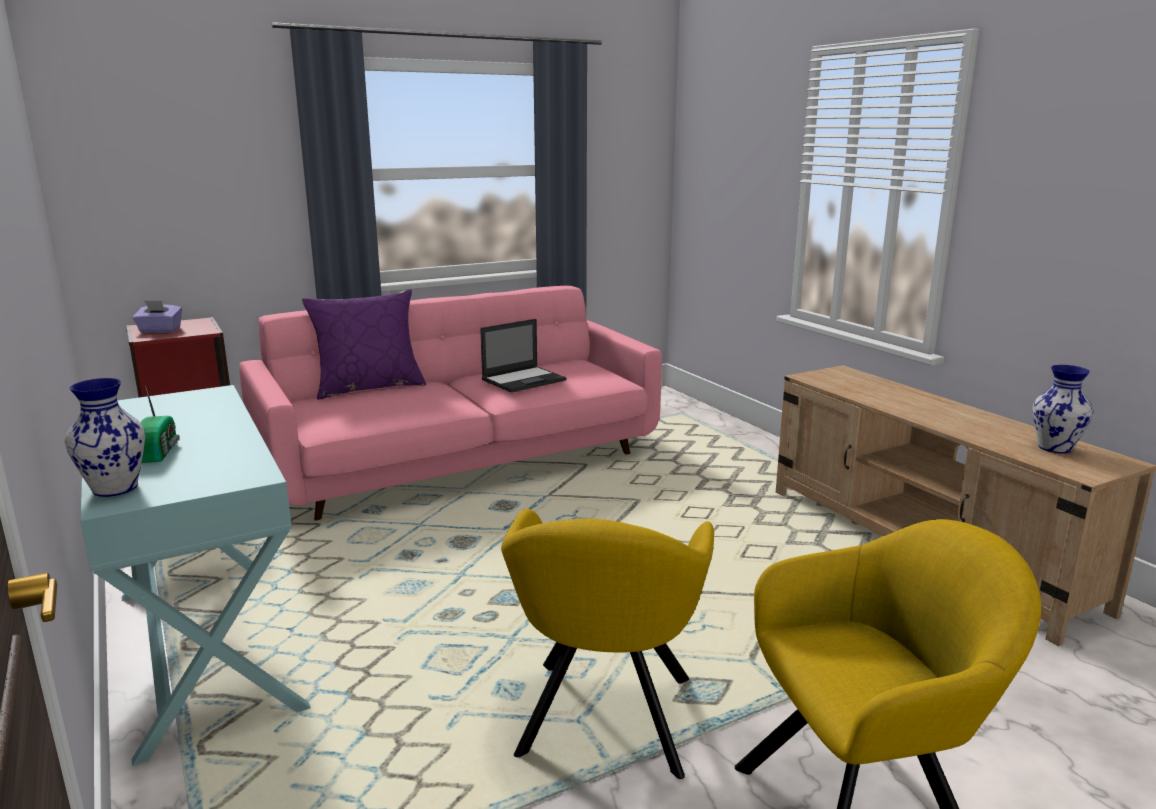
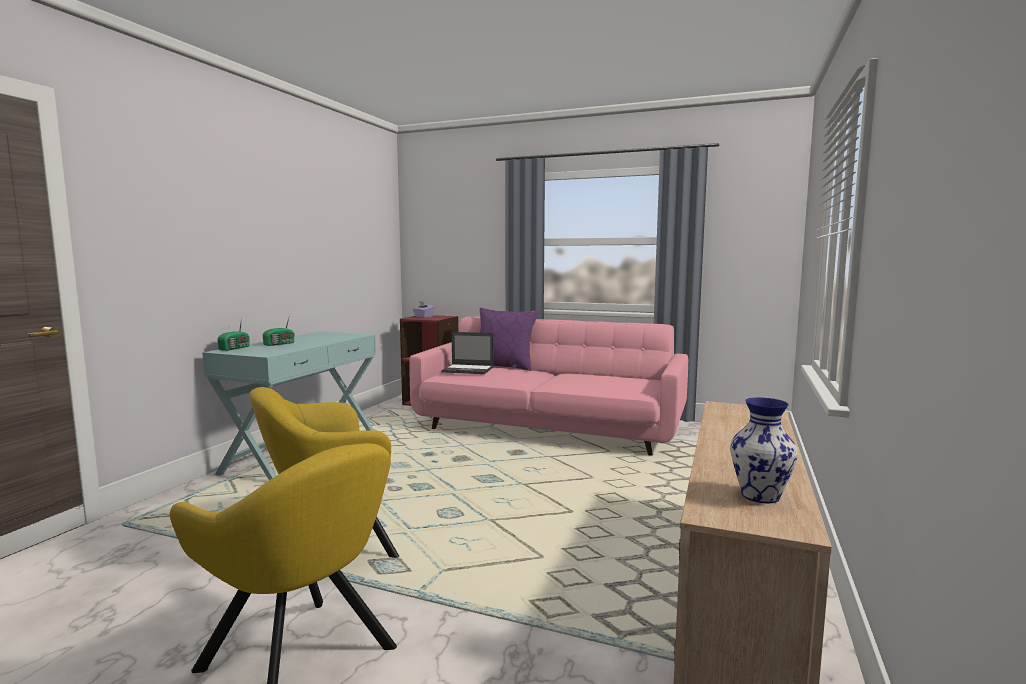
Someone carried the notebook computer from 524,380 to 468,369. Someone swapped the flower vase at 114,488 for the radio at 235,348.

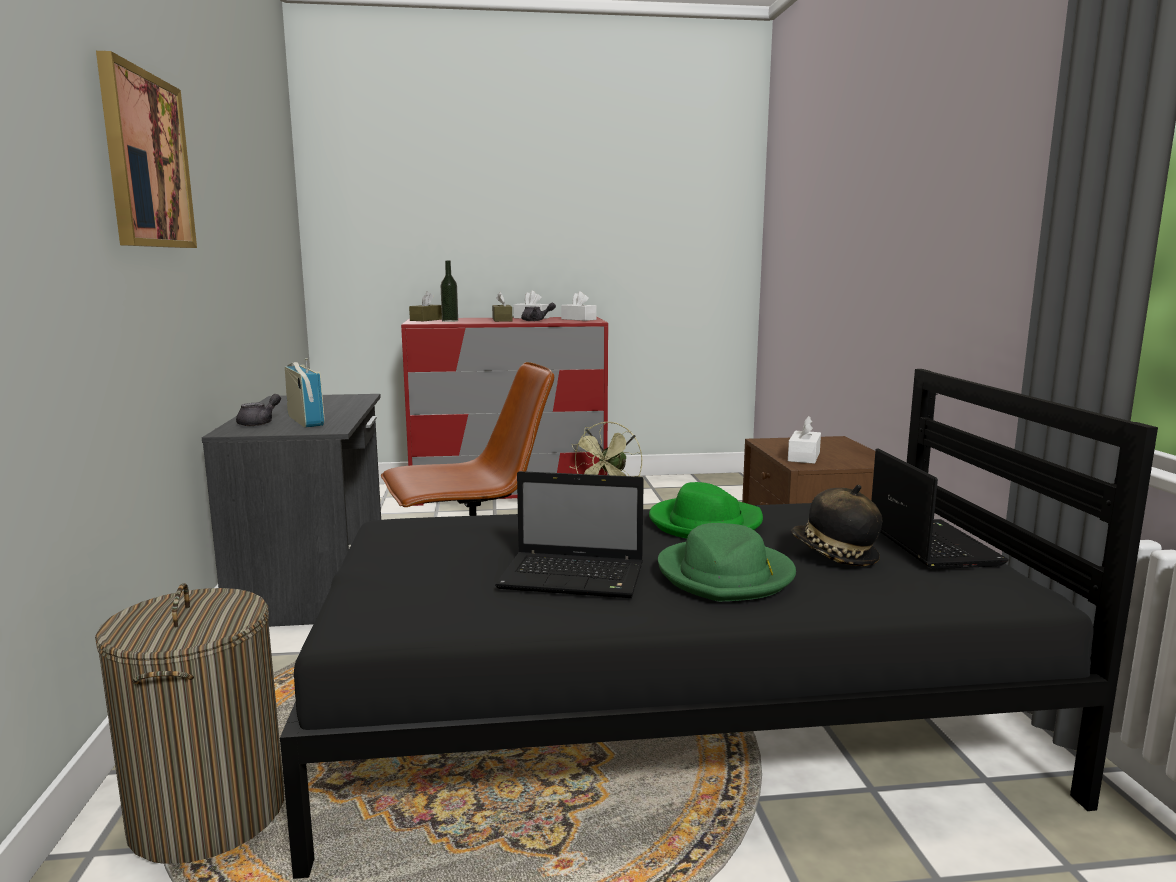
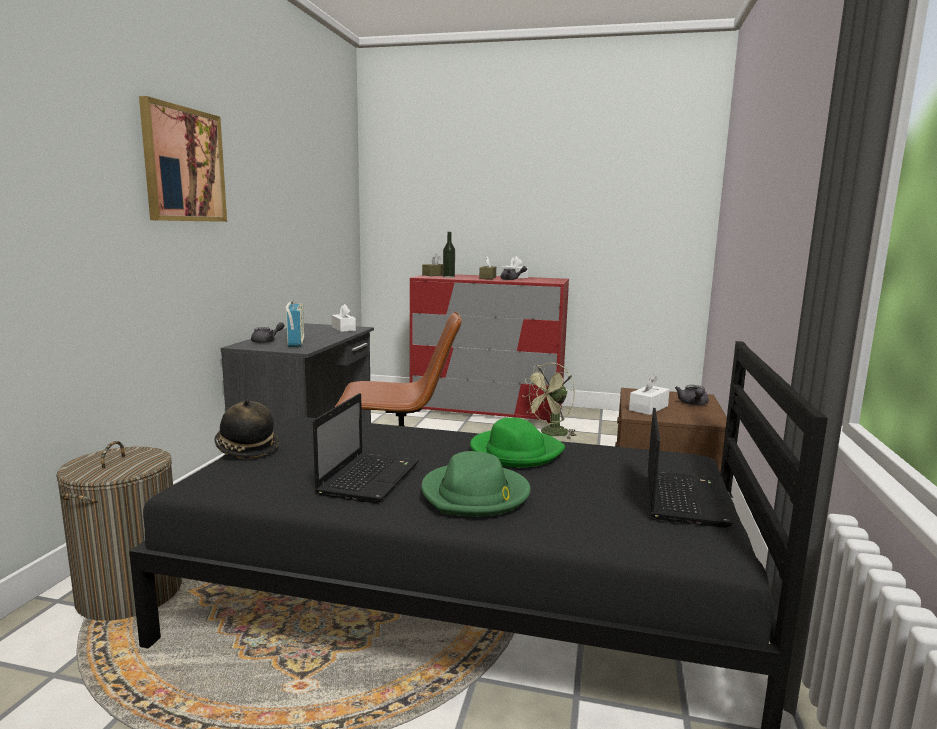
Someone put down the tea pot (gray) at 693,404. Someone carried the box of tissues (white) from 578,319 to 343,329. Someone carried the hat from 833,555 to 246,449. Someone rotated the notebook computer at 575,578 by 105 degrees counterclockwise.

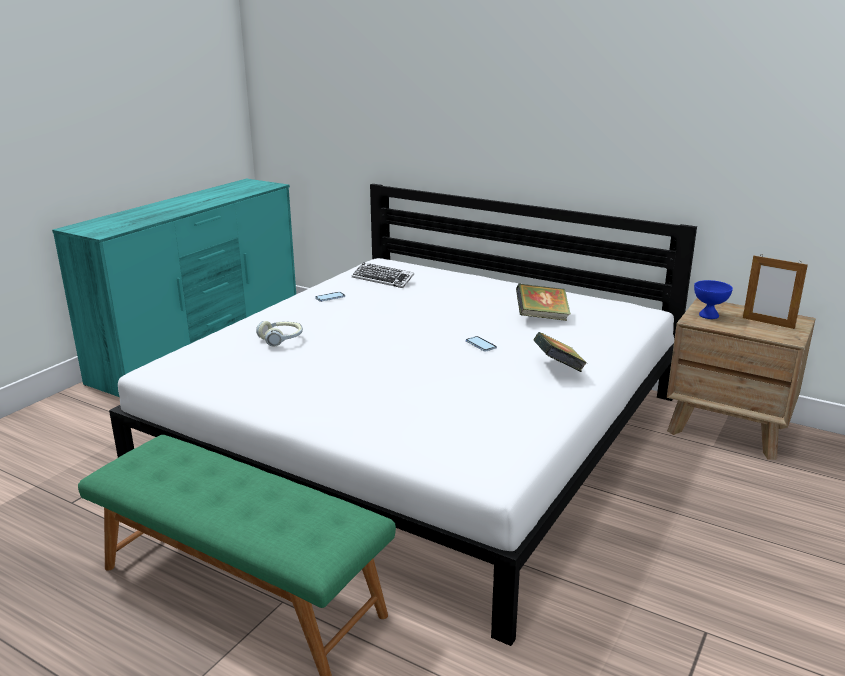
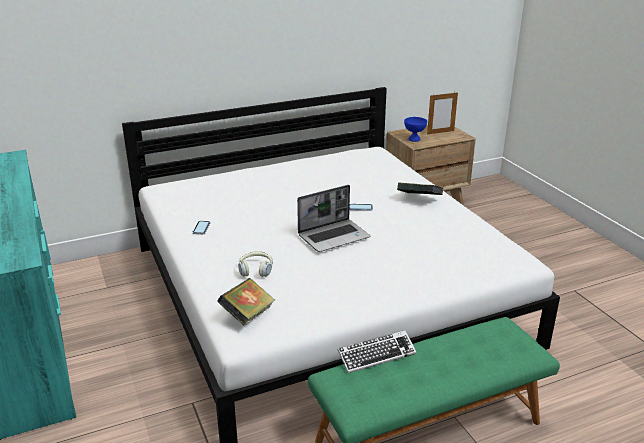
Someone put down the notebook computer at 334,236. Someone carried the computer keyboard from 383,279 to 376,355. Someone carried the book from 542,317 to 247,315.

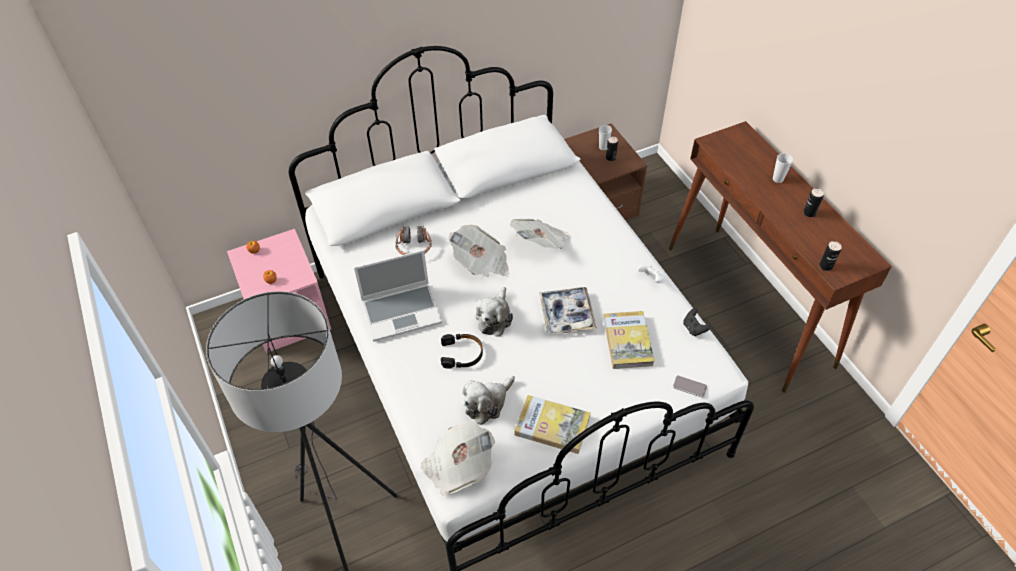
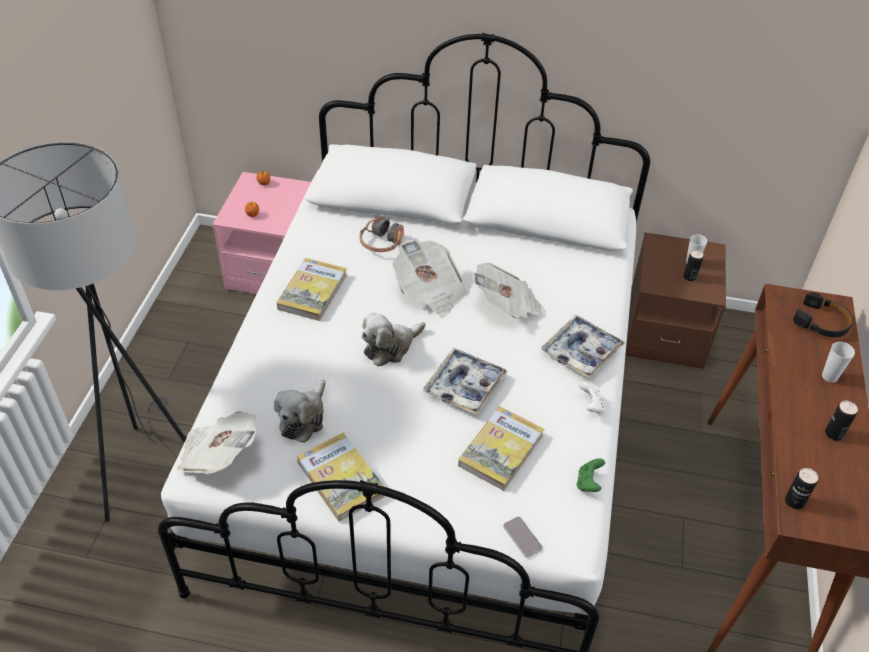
Someone put down the serving tray at 581,351. Someone carried the headset (black-coloured) from 462,354 to 822,322. Someone swapped the notebook computer at 402,311 for the book at 312,292. Someone repainted the joypad (black-coloured) at 693,328, which became the joypad (green) at 588,483. Someone rotated the soft toy at 487,403 by 60 degrees counterclockwise.

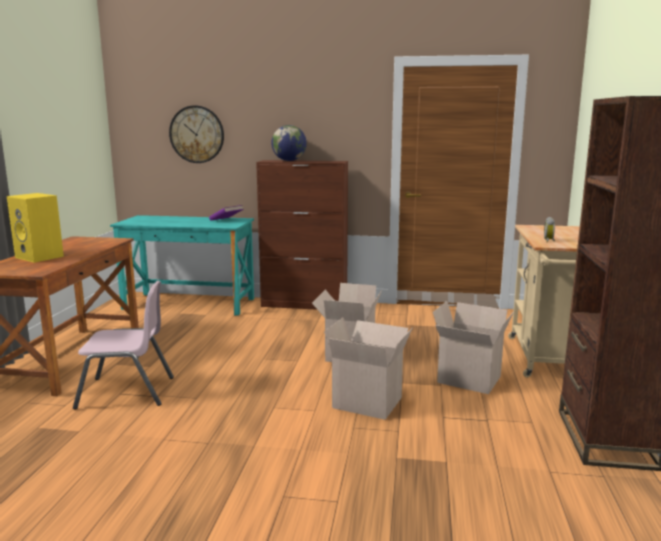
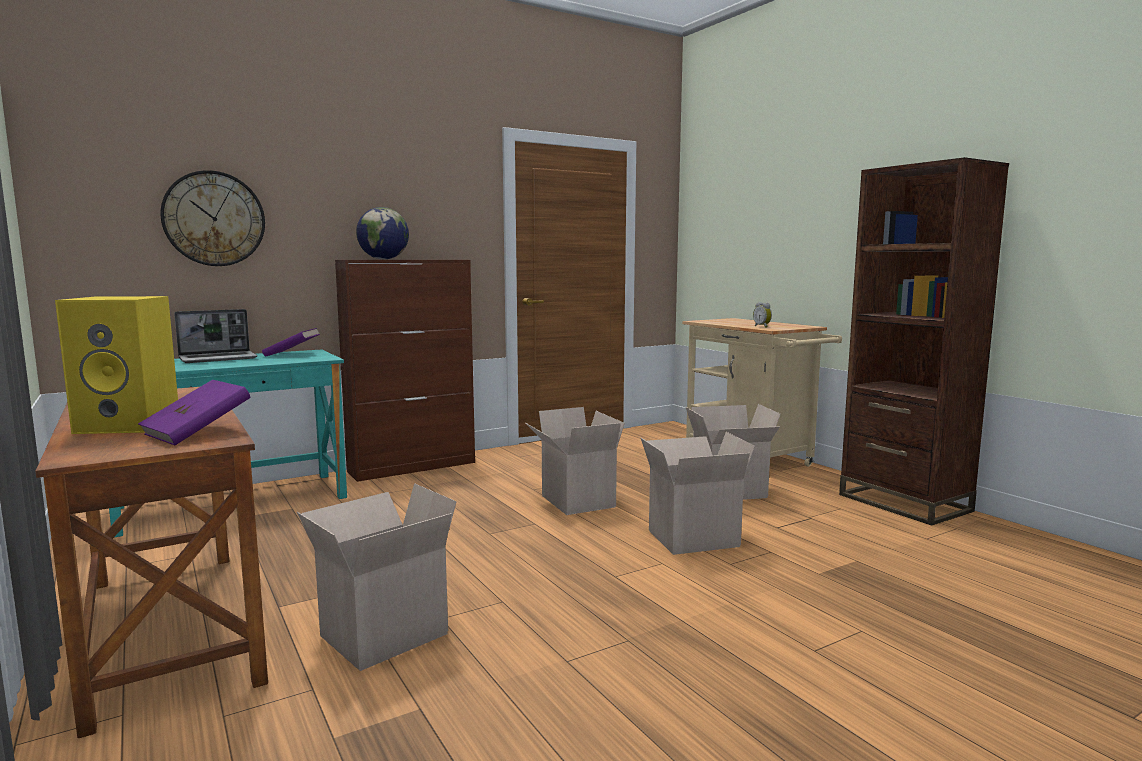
Someone put down the book (purple-coloured) at 197,433. Someone put down the notebook computer at 219,358. Someone swapped the chair (pink) at 127,392 for the packing box at 384,633.

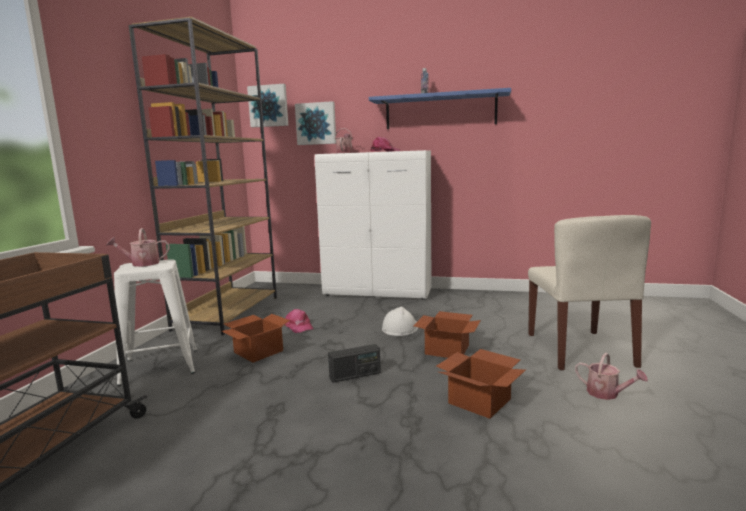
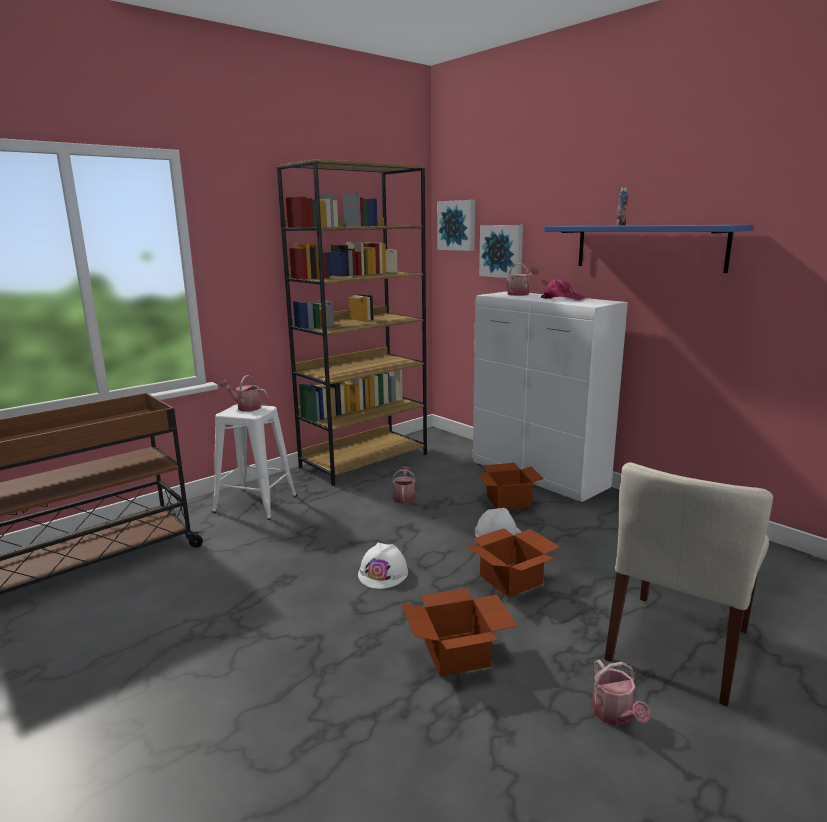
Someone carried the packing box from 258,351 to 509,500. Someone swapped the peaked cap (pink) at 298,326 for the watering can at 404,497. Someone swapped the radio at 355,375 for the work helmet (white) at 383,573.

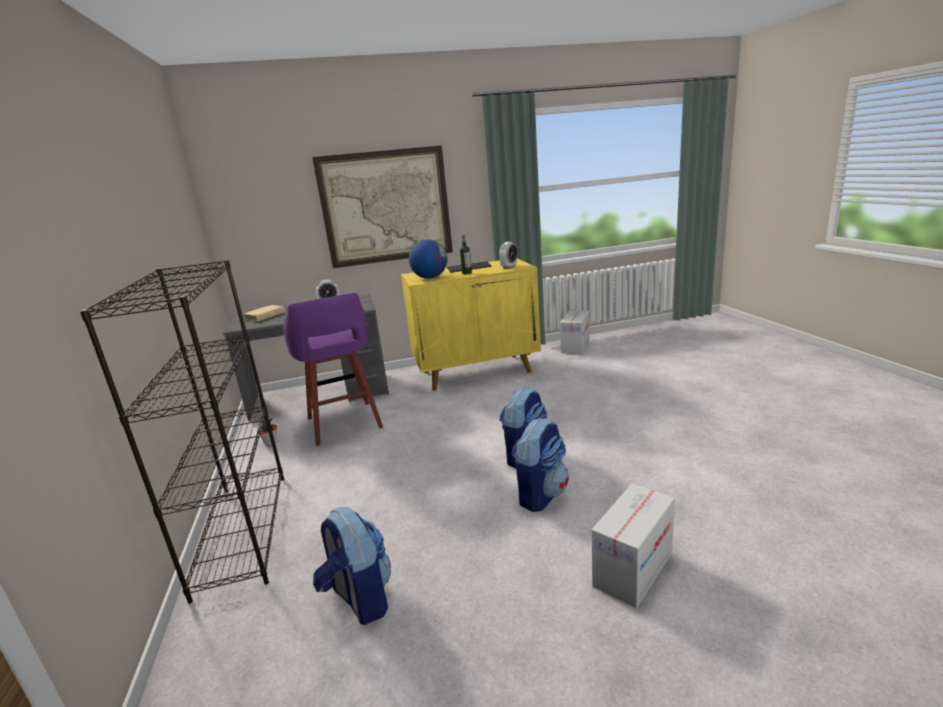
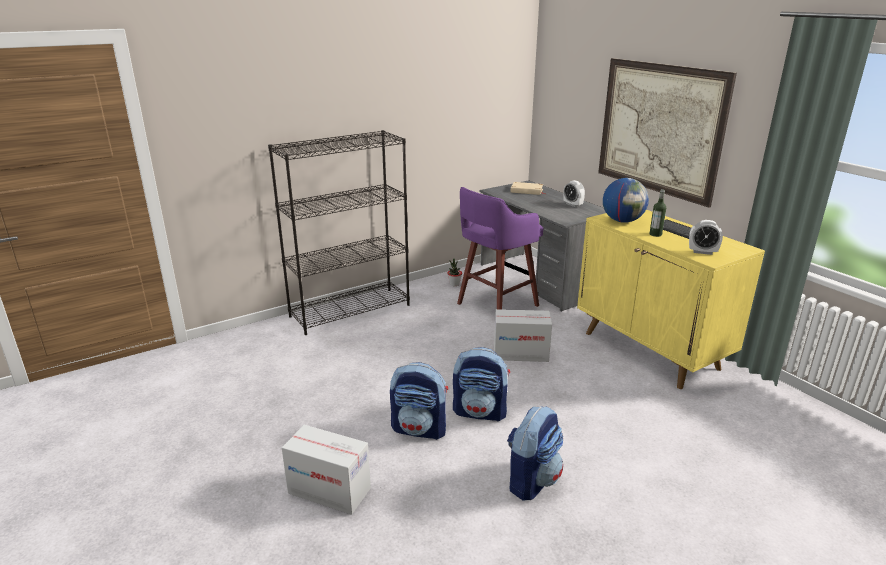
Someone carried the backpack from 359,599 to 531,480. Someone carried the packing box from 575,346 to 521,353.

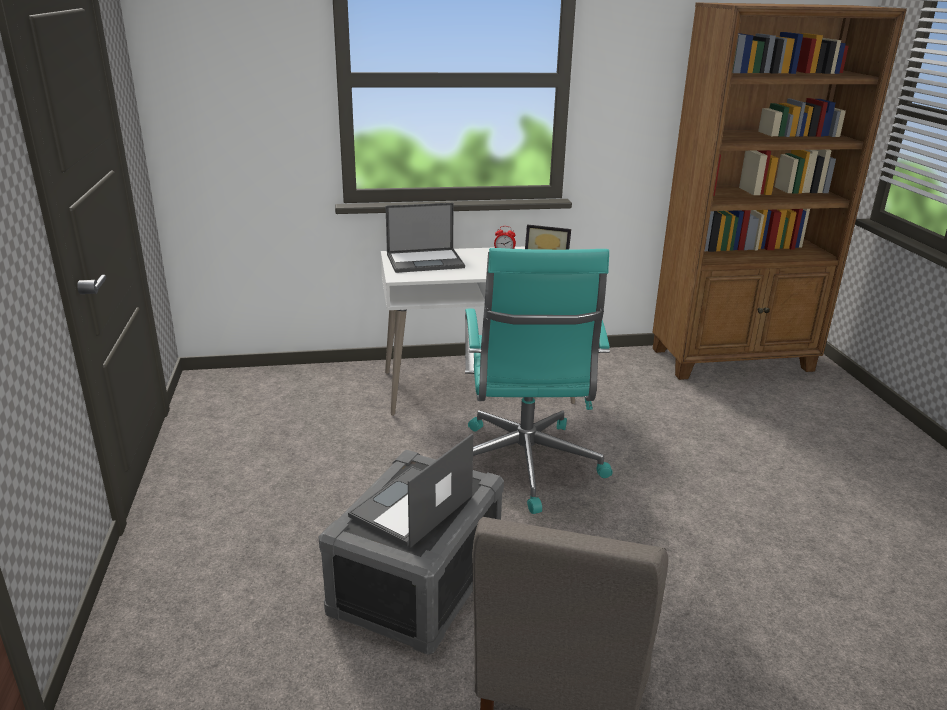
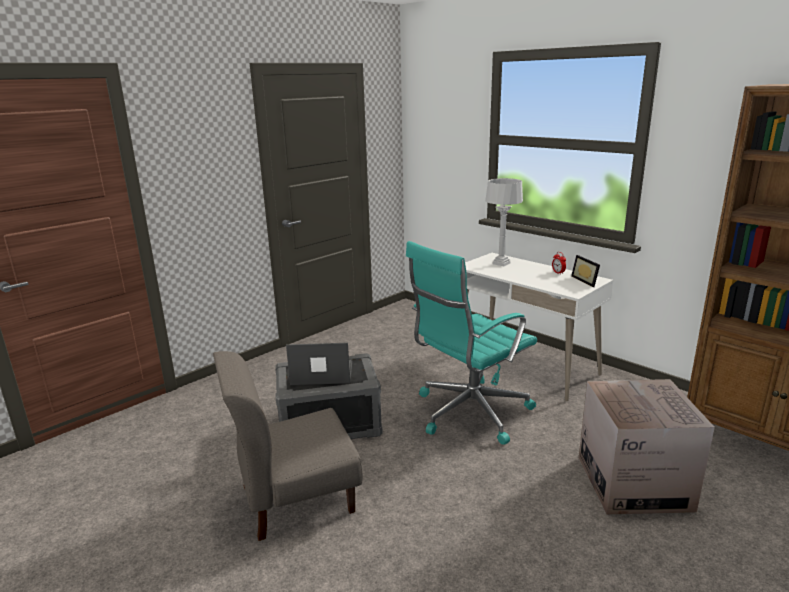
Someone put down the packing box at 633,483. Someone swapped the notebook computer at 426,261 for the table lamp (gray) at 501,263.

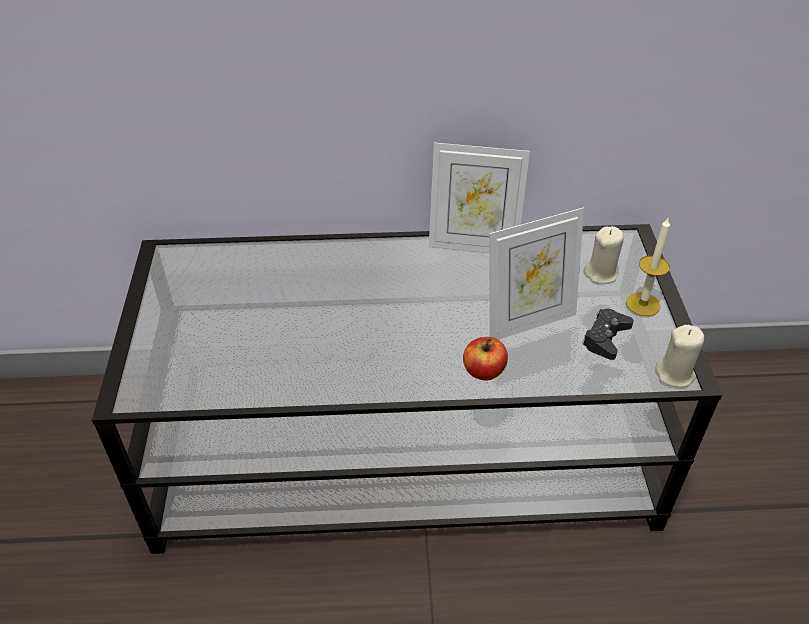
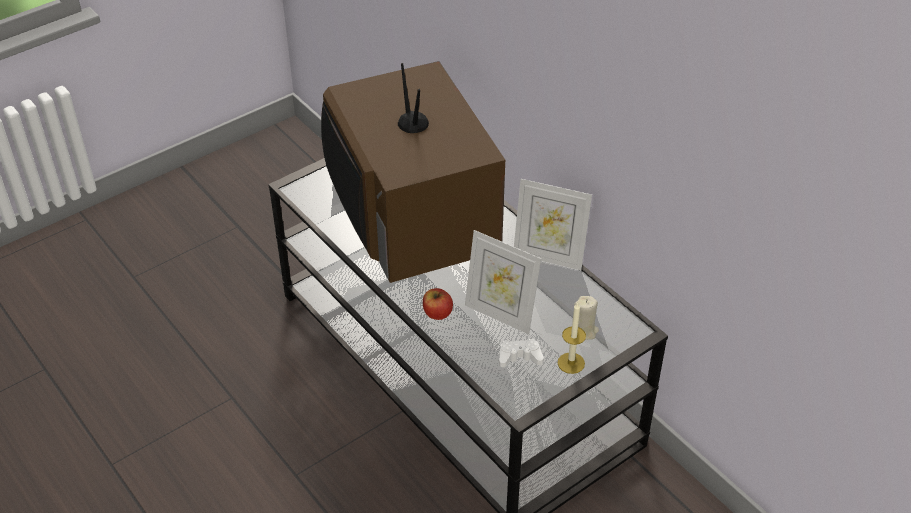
Someone took away the wax candle (beige-coloured) at 675,374. Someone put down the TV set at 413,214. Someone repainted the joypad (black-coloured) at 605,338, which became the joypad (white) at 519,357. Someone rotated the picture frame at 473,245 by 45 degrees counterclockwise.

